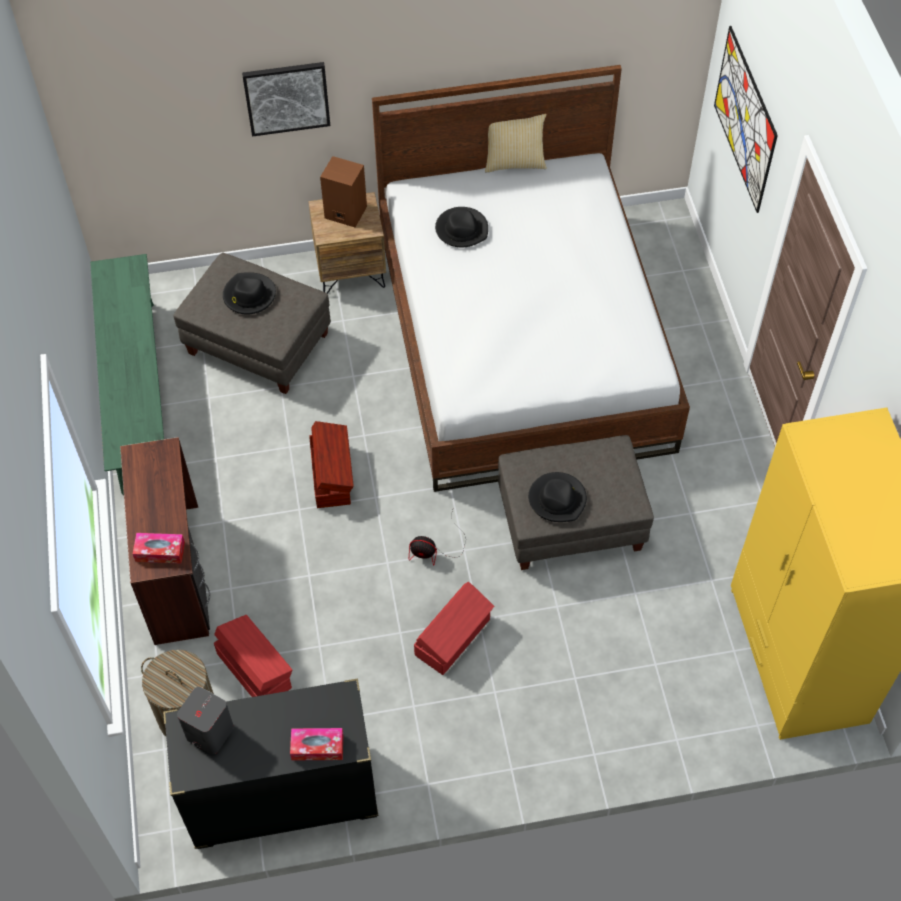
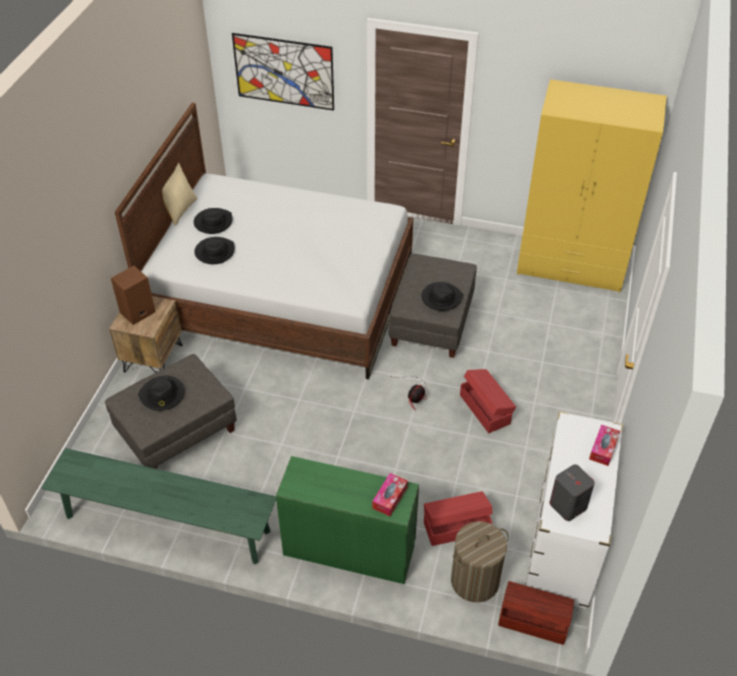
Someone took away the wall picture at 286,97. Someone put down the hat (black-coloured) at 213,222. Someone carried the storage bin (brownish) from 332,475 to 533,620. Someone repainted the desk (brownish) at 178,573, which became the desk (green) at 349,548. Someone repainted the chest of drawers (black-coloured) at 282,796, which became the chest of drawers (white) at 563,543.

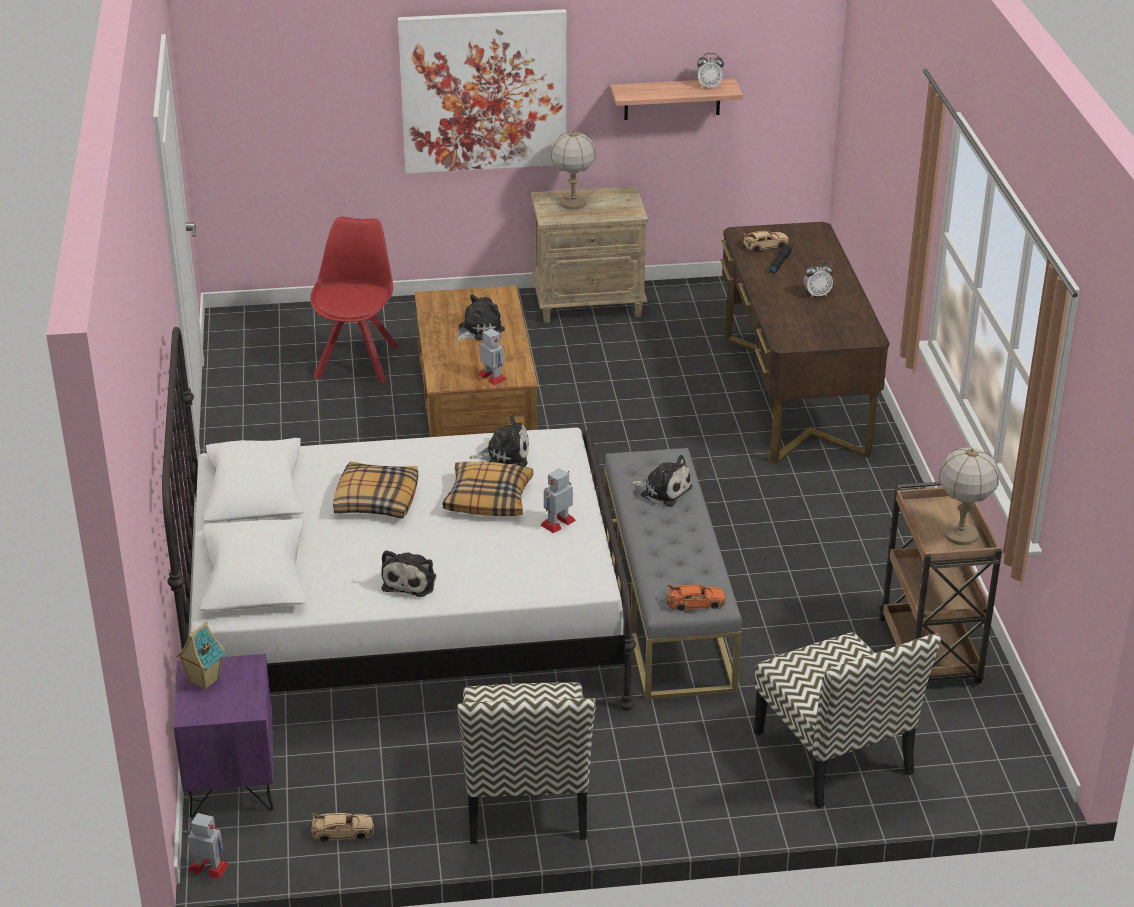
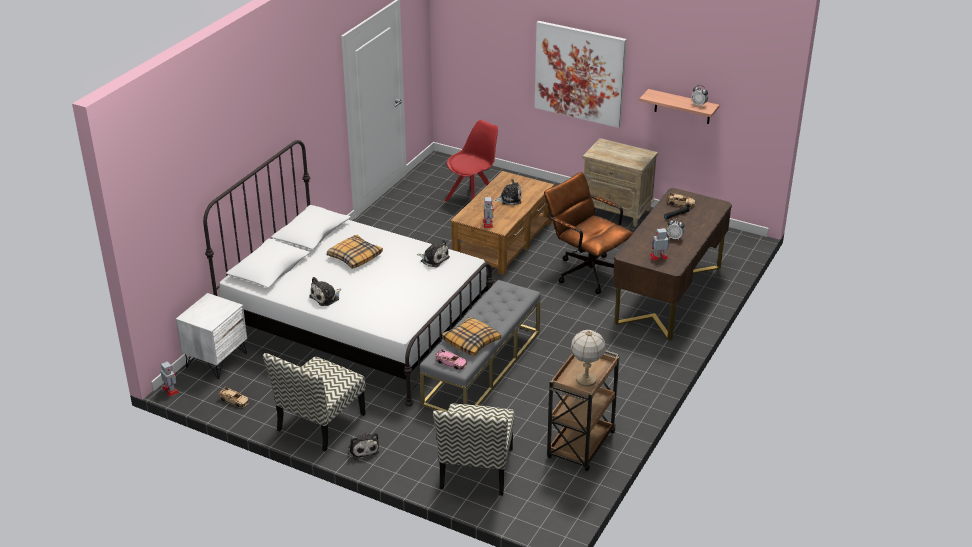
Someone took away the toy house at 203,680. Someone took away the table lamp at 572,203. Someone put down the desk chair (brownish) at 585,271. Someone carried the pillow from 488,498 to 471,341. Someone carried the toy robot from 558,522 to 659,256. Someone carried the soft toy from 663,490 to 363,449. Someone repainted the bedside table (purple-coloured) at 231,781, which became the bedside table (white) at 216,360. Someone repainted the miniature car (orange-coloured) at 696,603, which became the miniature car (pink) at 451,363.

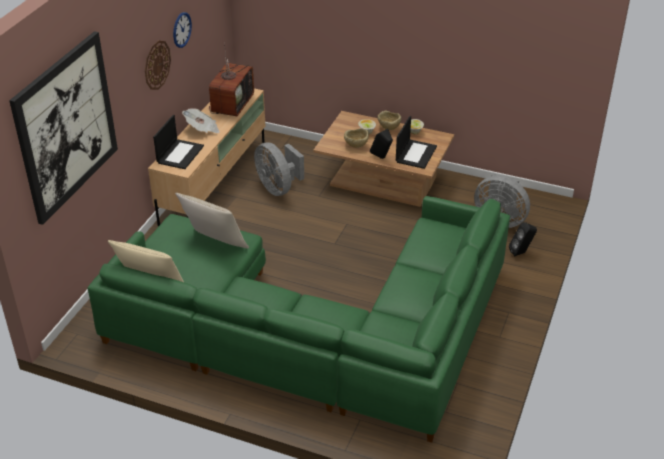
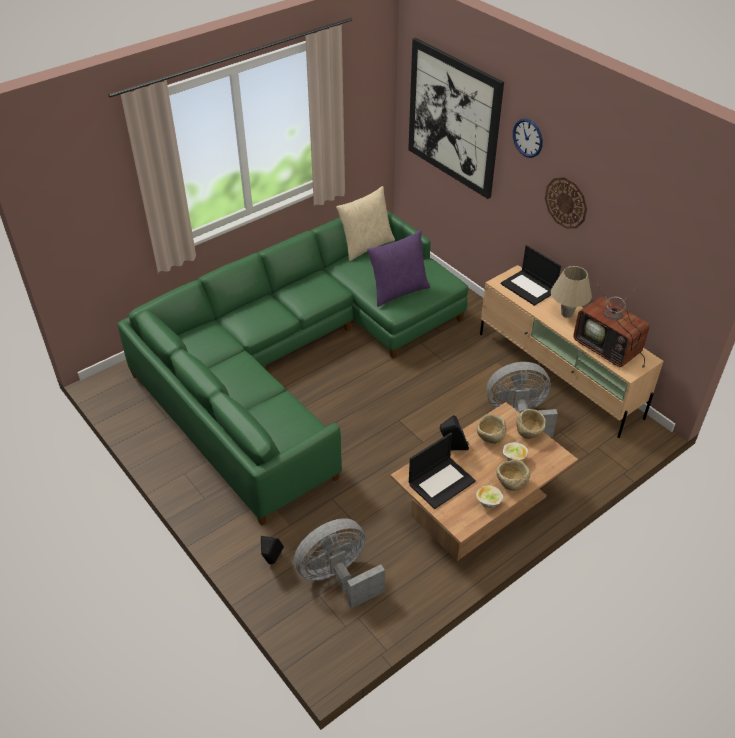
Someone put down the bowl (beige-coloured) at 529,433. Someone carried the hanging clock from 181,29 to 528,138. Someone swapped the daily paper at 202,129 for the table lamp (beige-coloured) at 567,313. Someone repainted the pillow (beige-coloured) at 215,244, which became the pillow (purple-coloured) at 398,291. Someone rotated the notebook computer at 415,154 by 90 degrees counterclockwise.

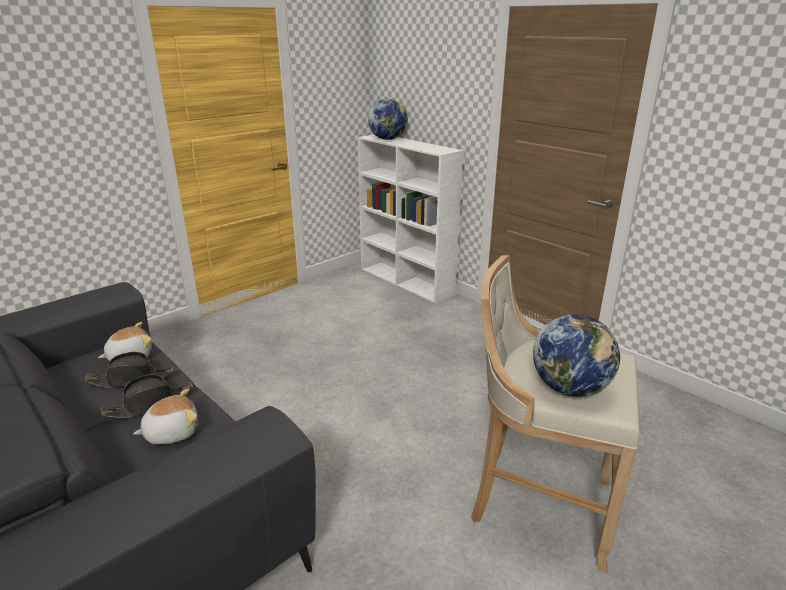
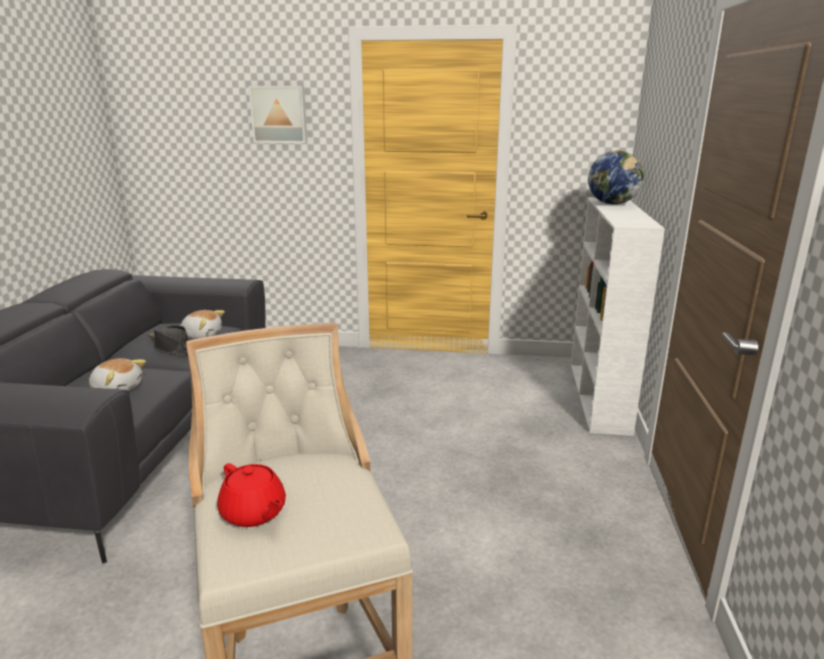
Someone took away the hat (black-coloured) at 150,403. Someone put up the wall picture at 279,114. Someone swapped the desk globe at 570,388 for the tea pot (red-coloured) at 254,513.

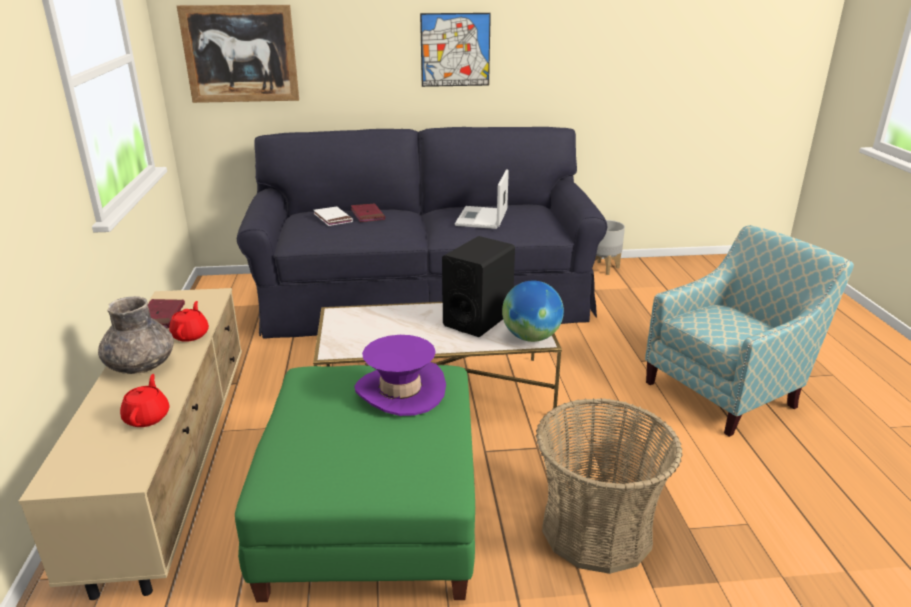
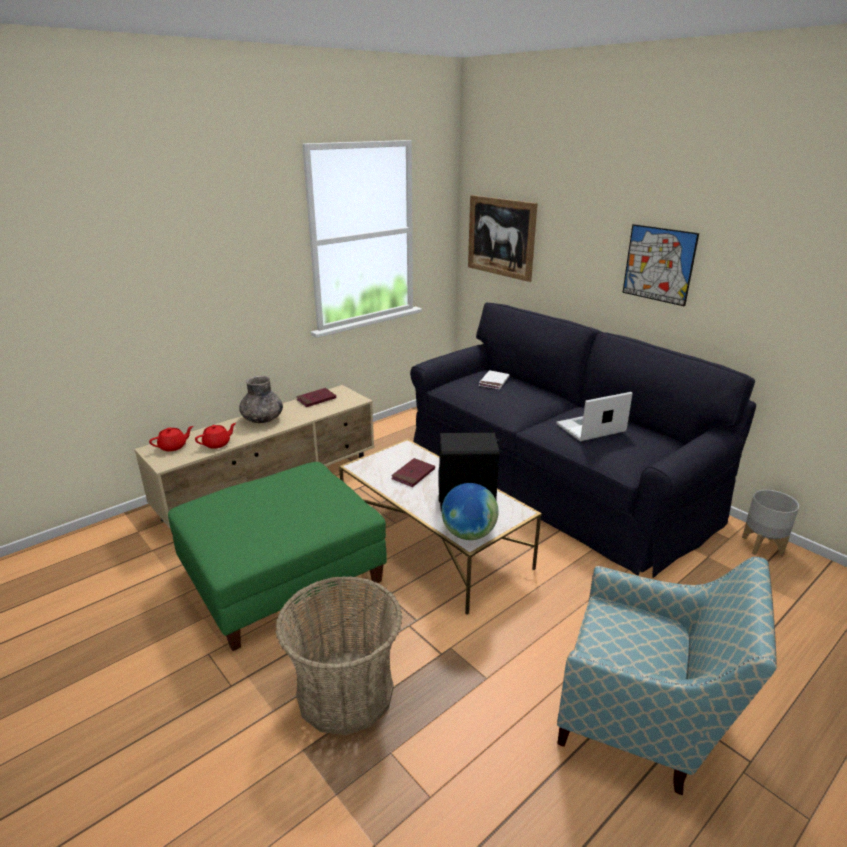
Someone took away the hat (purple-coloured) at 400,391. Someone carried the tea pot (red-coloured) from 191,335 to 173,446. Someone carried the book (red-coloured) from 367,215 to 413,474.

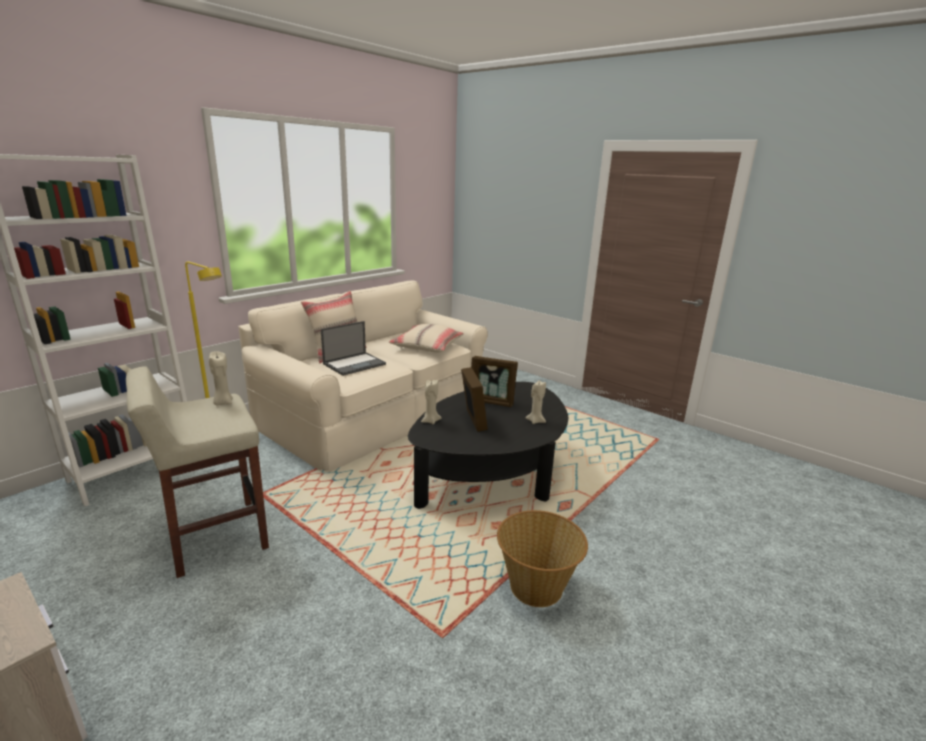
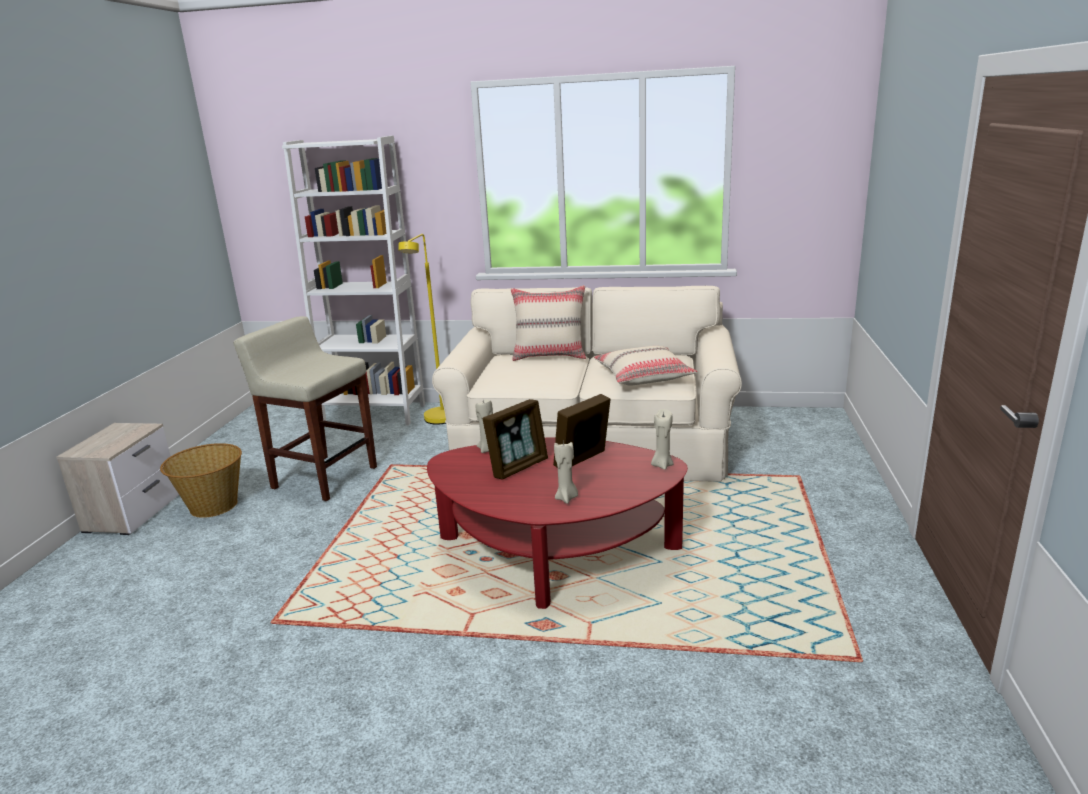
Someone took away the notebook computer at 355,364. Someone carried the wax candle (beige-coloured) from 223,402 to 662,465. Someone carried the storage basket from 536,587 to 212,506. Someone repainted the low table (black-coloured) at 492,474, which became the low table (red-coloured) at 555,554. Someone rotated the picture frame at 491,402 by 60 degrees clockwise.

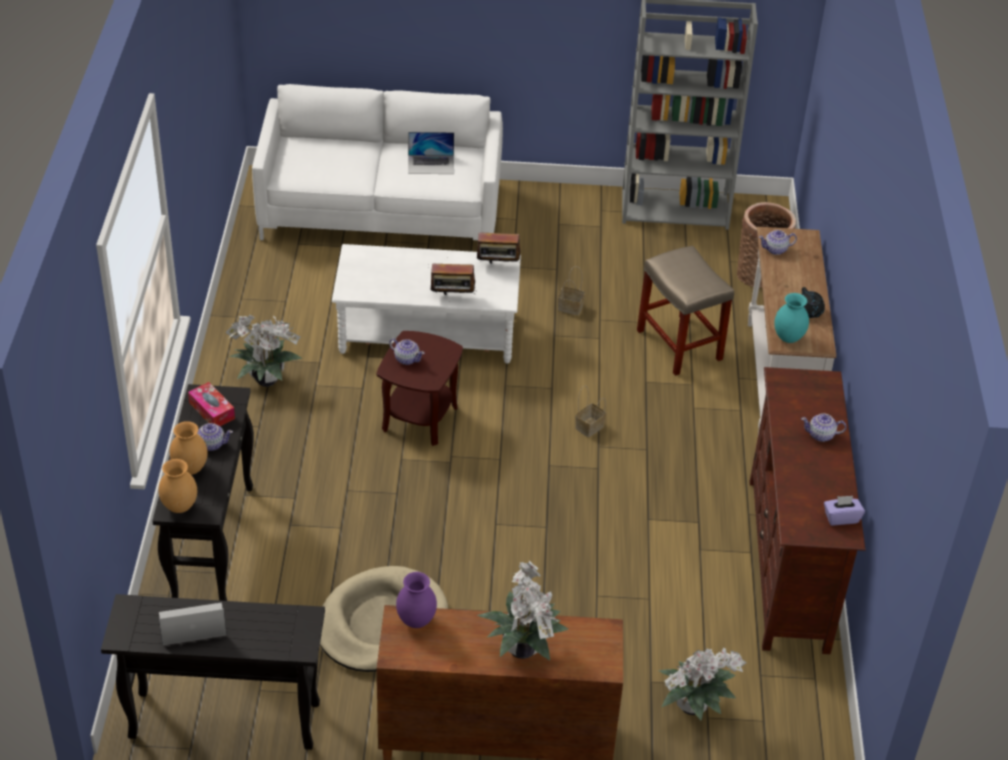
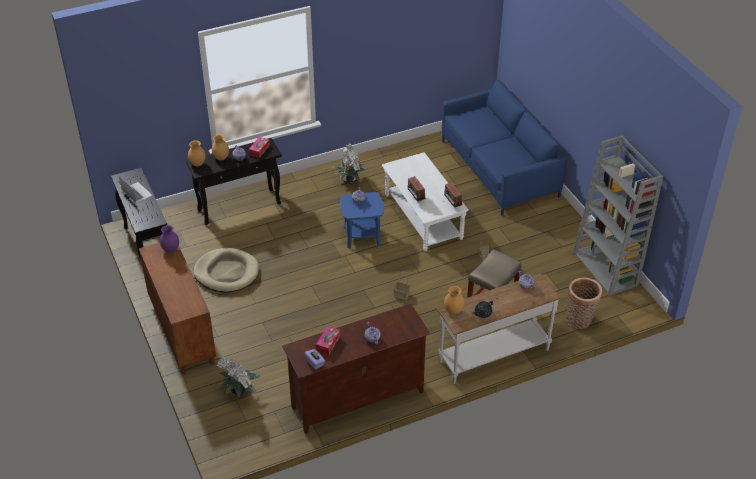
Someone took away the notebook computer at 431,164. Someone took away the houseplant at 522,647. Someone put down the box of tissues at 328,343. Someone repainted the sofa (white) at 380,211, which became the sofa (blue) at 499,168. Someone repainted the end table (brownish) at 419,418, which became the end table (blue) at 362,236. Someone repainted the flower vase (blue-green) at 787,338, which became the flower vase (brownish) at 453,311.

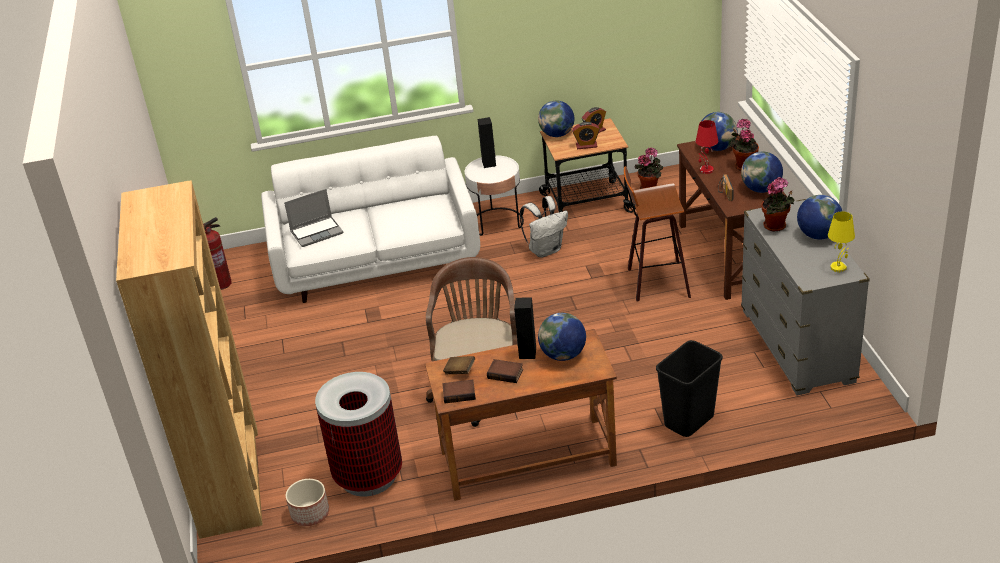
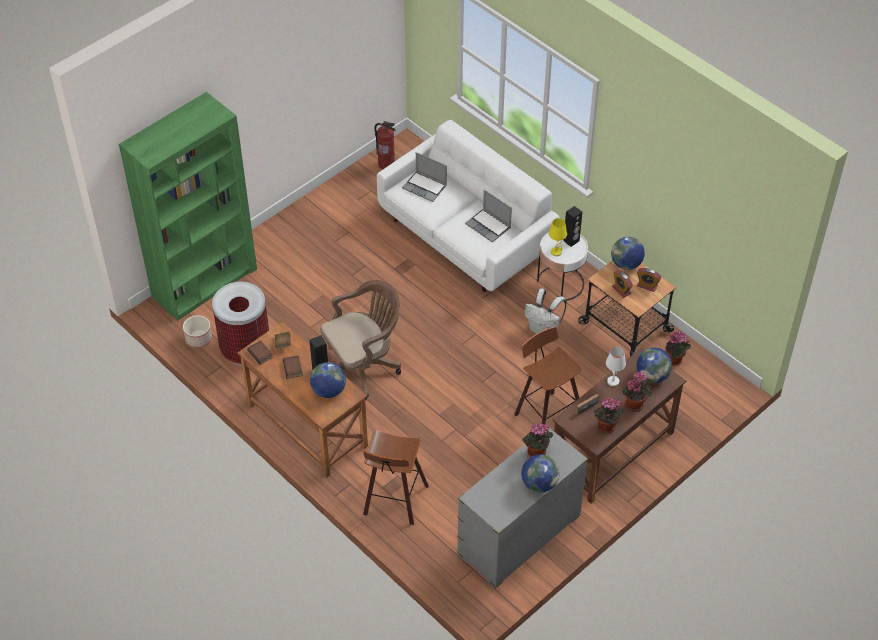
Someone put down the notebook computer at 489,226. Someone carried the table lamp (yellow) from 838,267 to 556,252. Someone swapped the rubbish bin (black-coloured) at 689,422 for the sitting stool at 394,501. Someone swapped the desk globe at 761,189 for the houseplant at 606,427. Someone repainted the bookshelf (brownish) at 229,480, which became the bookshelf (green) at 205,283. Someone repainted the table lamp (red-coloured) at 706,170, which became the table lamp (white) at 612,381.

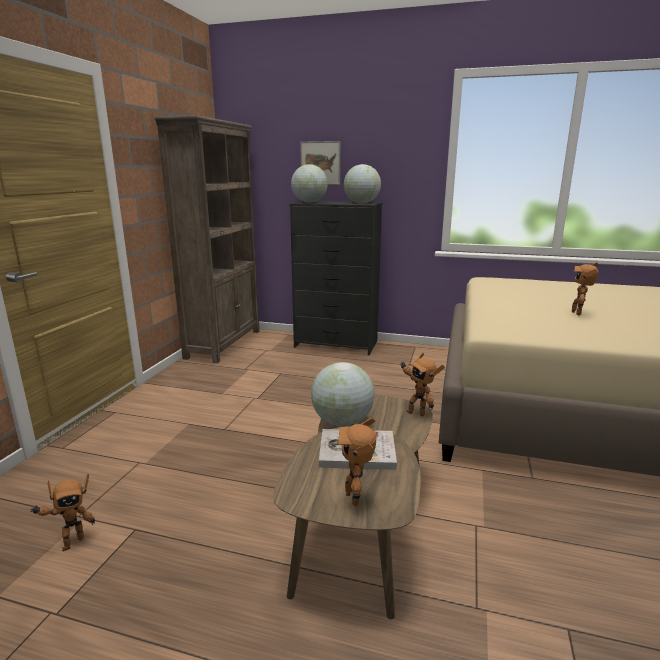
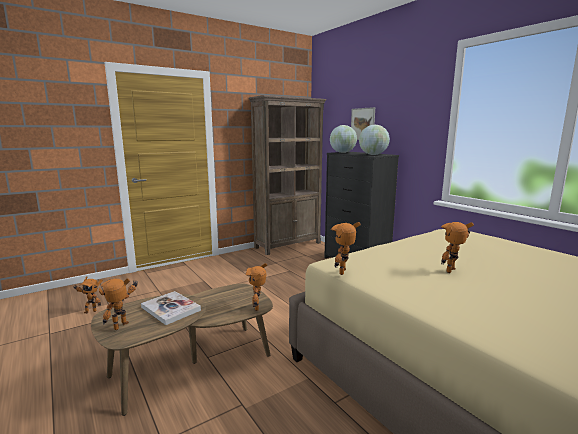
Someone took away the desk globe at 342,422. Someone put down the toy robot at 345,272.

